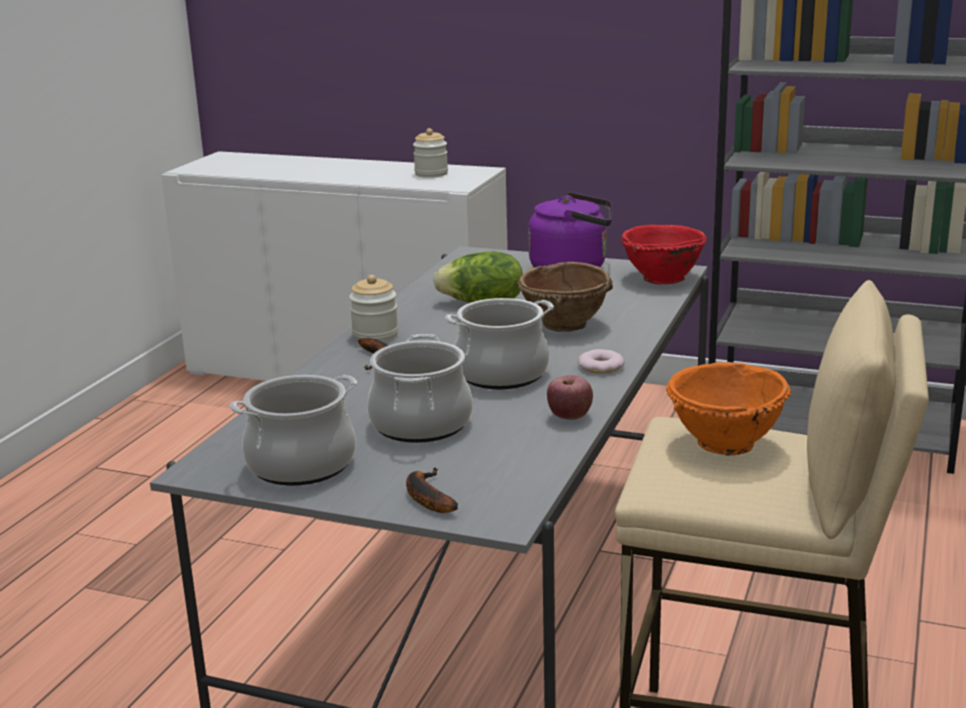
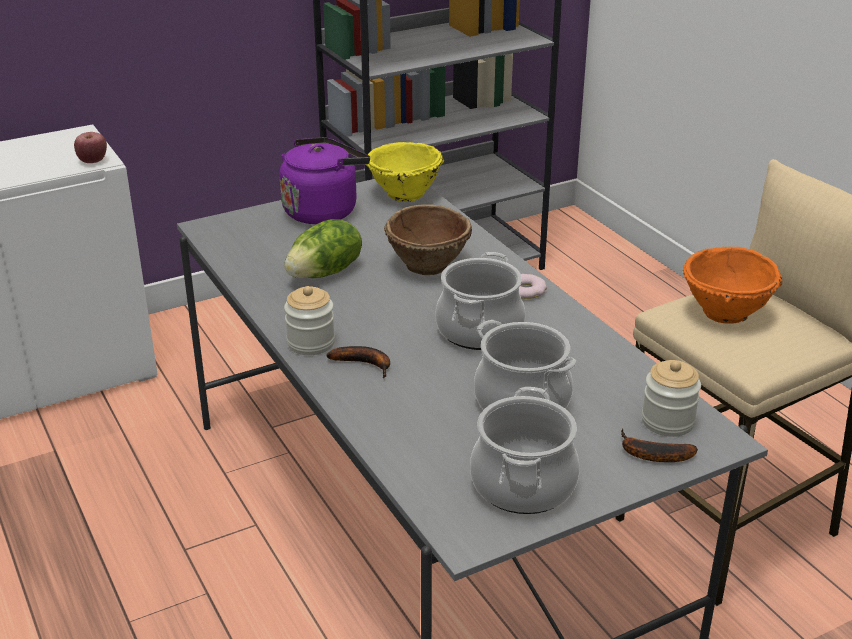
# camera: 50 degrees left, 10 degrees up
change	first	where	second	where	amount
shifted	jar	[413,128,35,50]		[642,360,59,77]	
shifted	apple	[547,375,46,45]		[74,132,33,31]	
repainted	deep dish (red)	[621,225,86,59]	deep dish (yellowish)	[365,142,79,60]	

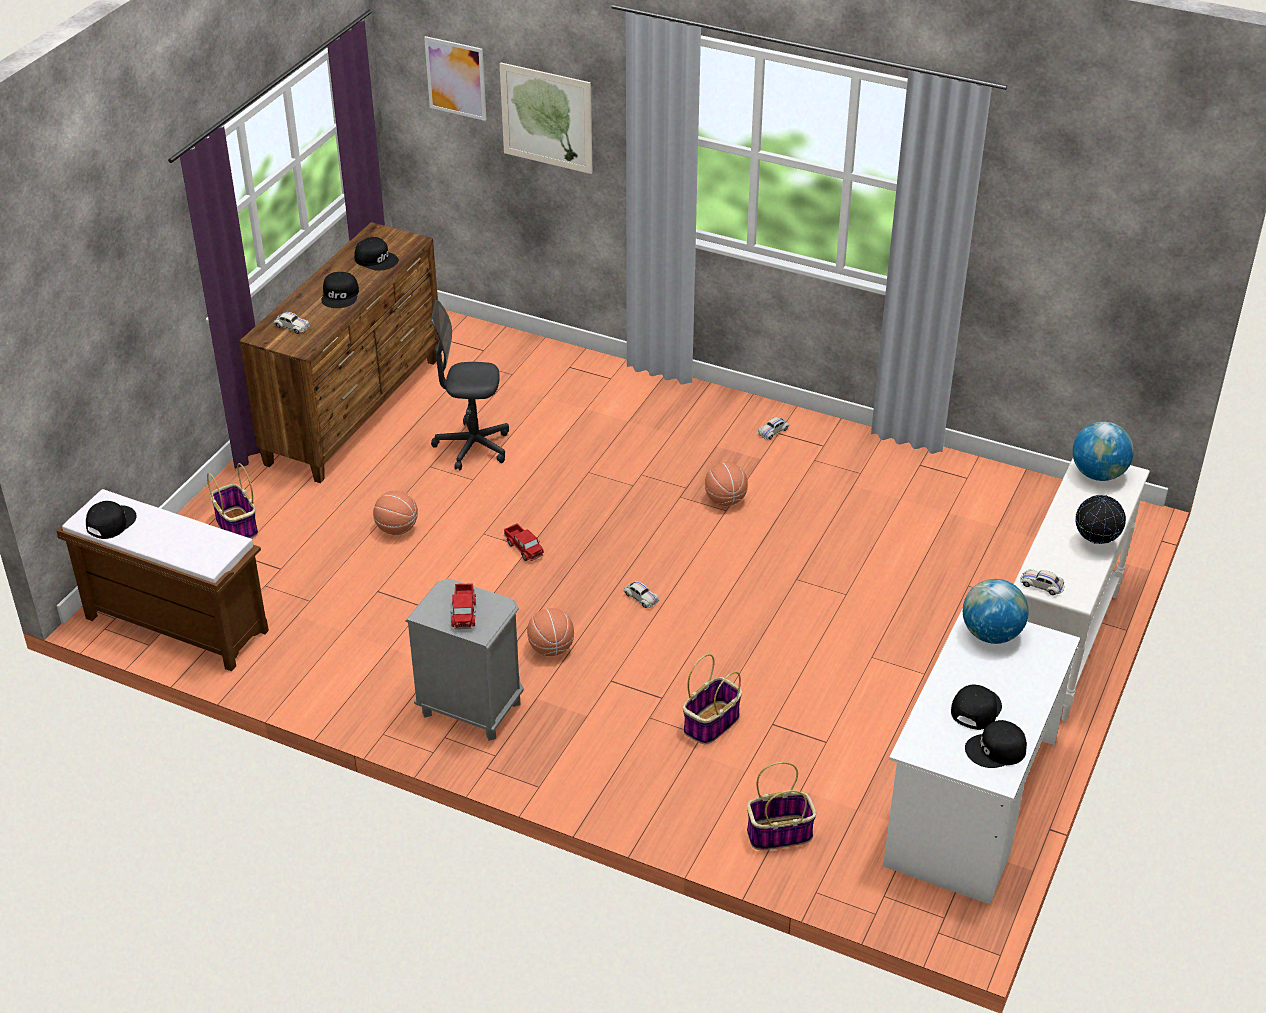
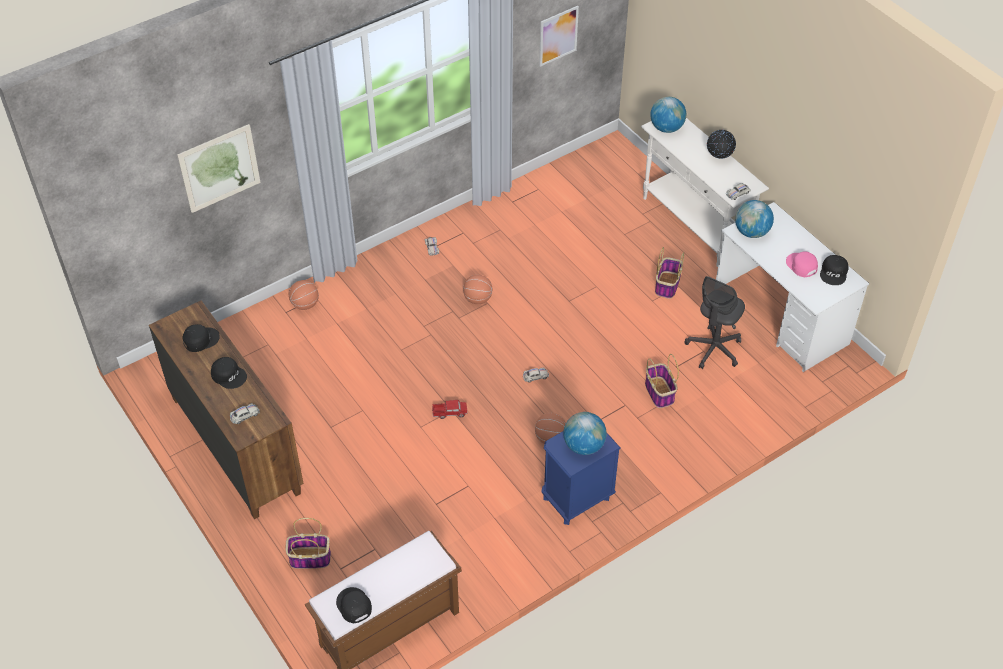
# camera: 60 degrees left, 10 degrees up
change	first	where	second	where	amount
shifted	basketball	[373,491,45,44]		[289,280,30,30]	
shifted	picture	[424,36,63,85]		[539,6,40,61]	
shifted	computer chair (greyish)	[431,300,78,171]		[685,276,60,93]	
shifted	storage basket	[747,762,70,88]		[655,247,29,52]	
swapped	toy lorry	[450,583,26,46]	world globe	[563,412,44,43]	
repainted	bedside table (greyish)	[405,579,119,162]	bedside table (blue-coloured)	[541,431,80,94]	
repainted	baseball cap (black-coloured)	[951,684,51,46]	baseball cap (pink-coloured)	[786,252,32,25]	

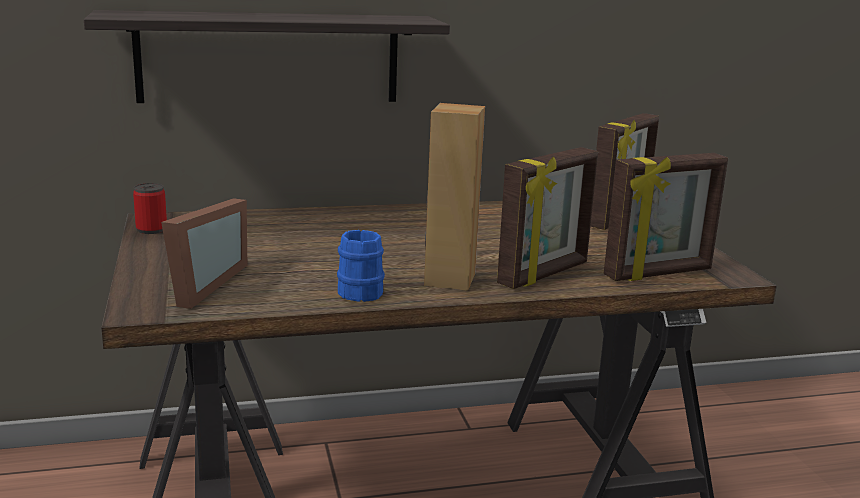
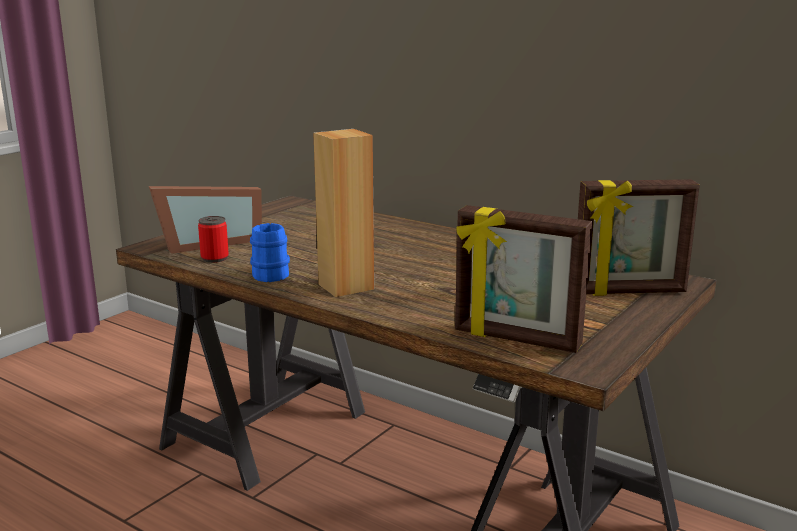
# camera: 50 degrees right, 0 degrees up
change	first	where	second	where	amount
gone	bracket shelf	[84,10,366,93]			
gone	photo frame	[497,147,101,142]			
shifted	can	[133,183,34,51]		[198,216,31,47]	

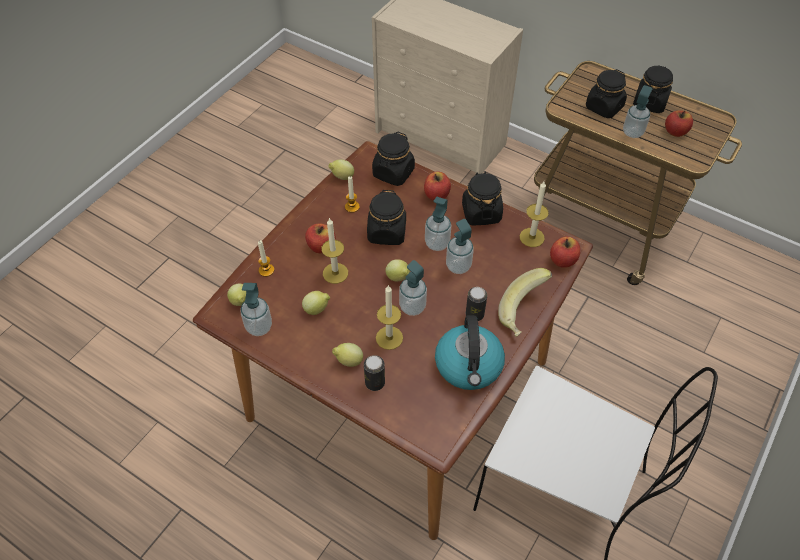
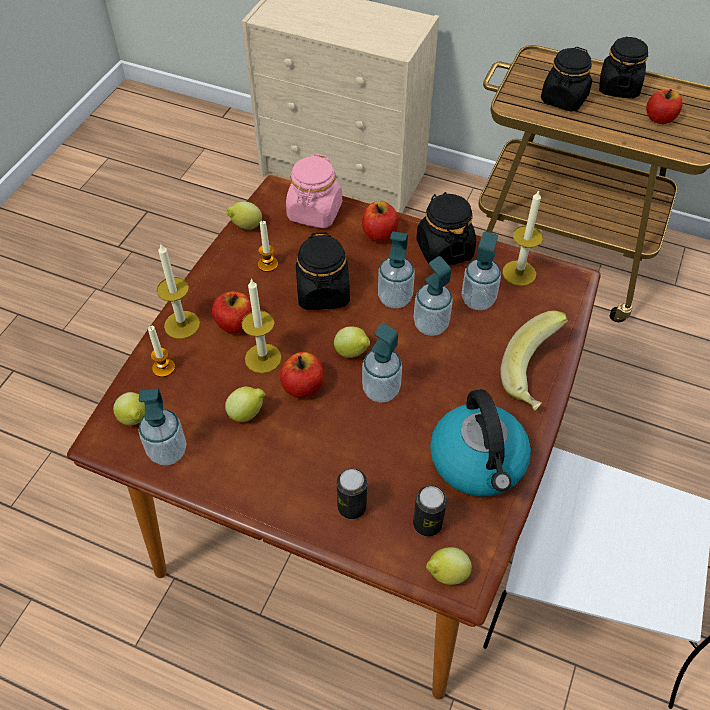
# camera: 10 degrees left, 0 degrees up
change	first	where	second	where	amount
shifted	lemon	[332,343,31,24]		[426,547,46,38]	
shifted	candle	[376,285,27,65]		[156,244,44,95]	
shifted	can	[466,287,21,34]		[413,485,34,52]	
shifted	apple	[550,237,30,31]		[280,352,44,46]	
shifted	liquid soap bottle	[623,85,29,53]		[462,232,39,78]	
repainted	jar (black-coloured)	[372,132,43,54]	jar (pink-coloured)	[286,154,56,74]	

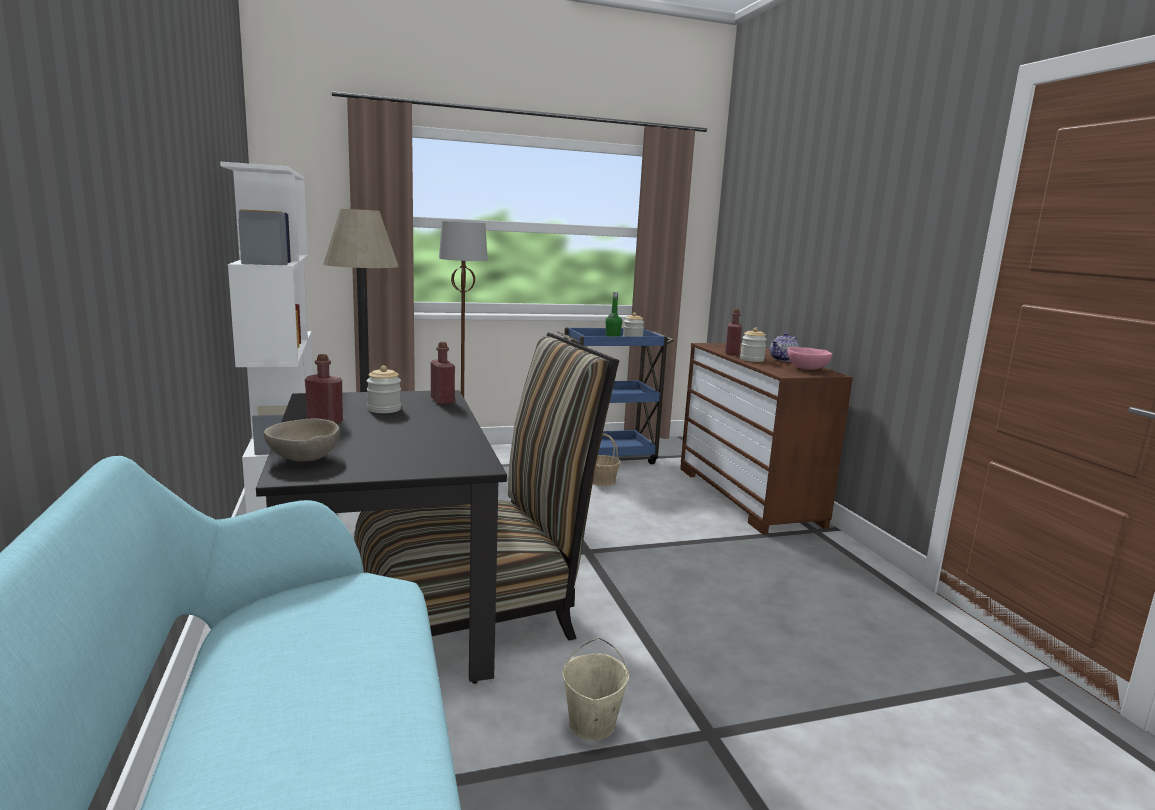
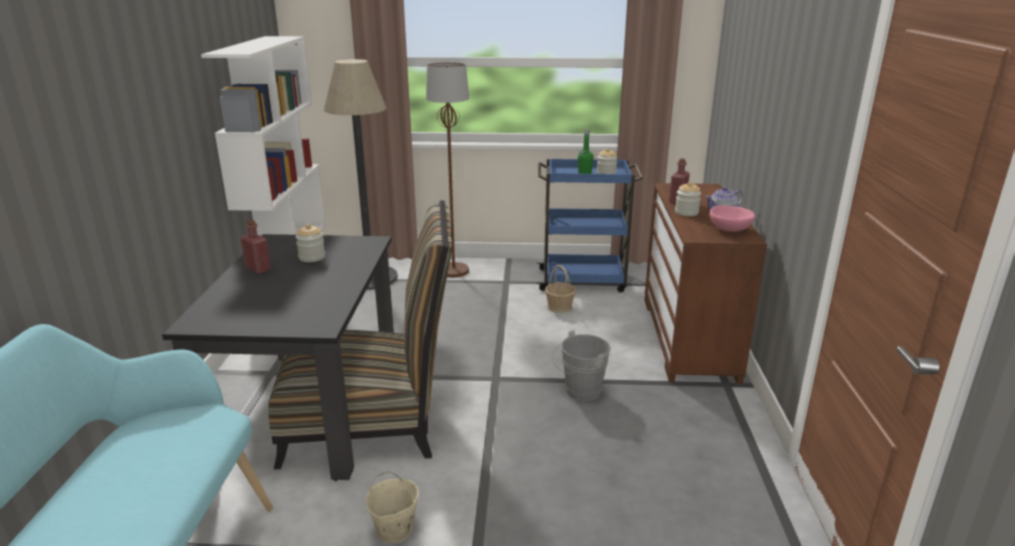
# camera: 20 degrees right, 10 degrees up
change	first	where	second	where	amount
gone	deep dish (beige-coloured)	[264,418,76,44]			
gone	drink bottle (red)	[431,342,24,63]			
new			water bucket (greyish)	[552,330,59,71]	

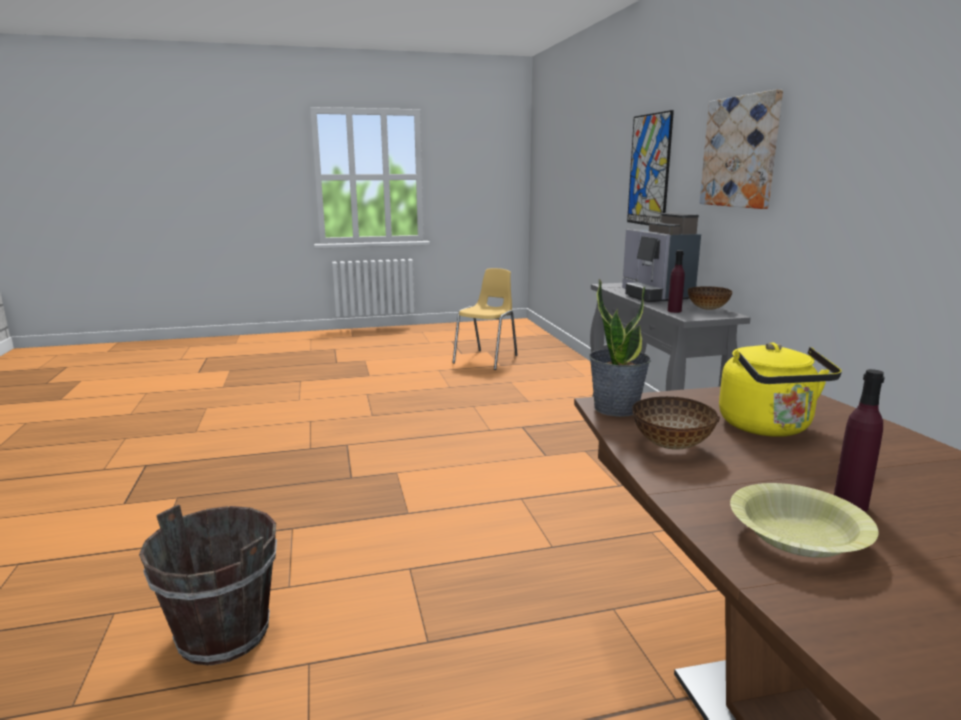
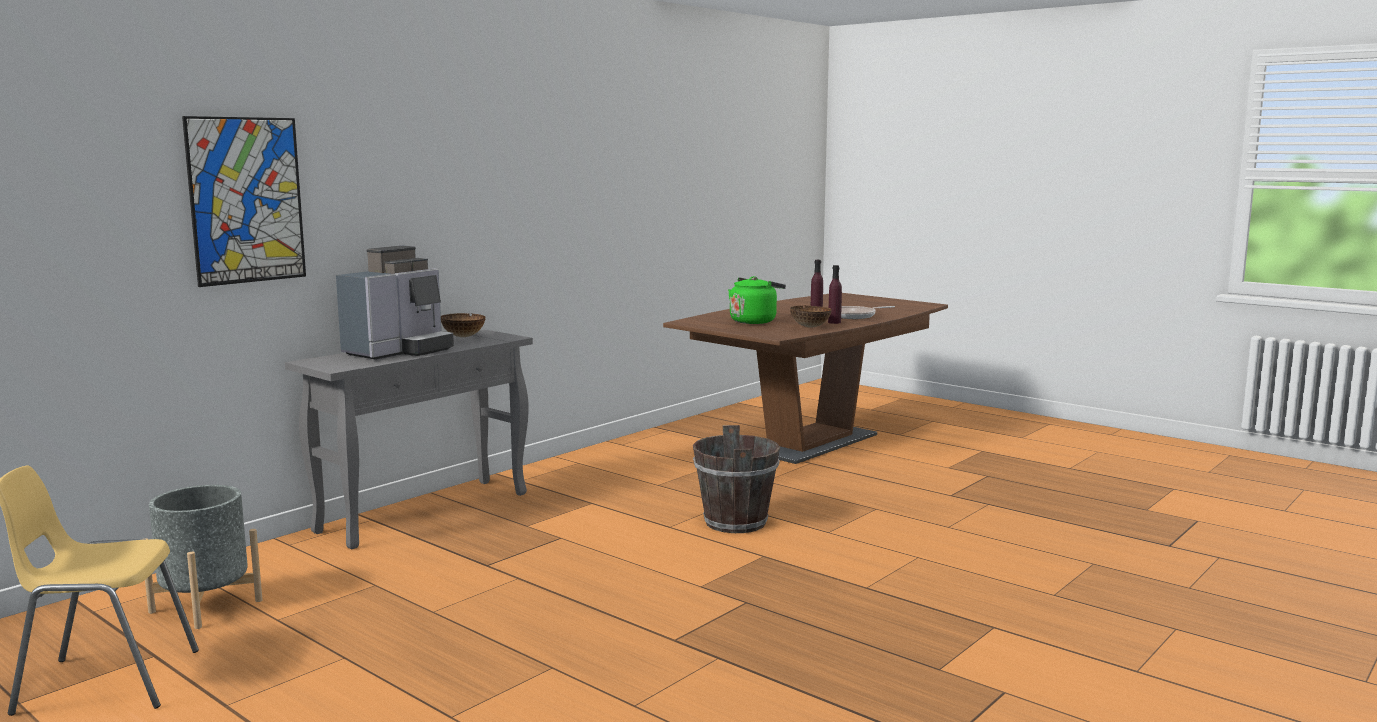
# camera: 125 degrees left, 5 degrees down
change	first	where	second	where	amount
gone	houseplant	[589,278,62,139]			
gone	picture	[699,89,84,120]			
new			planter (greyish)	[145,485,117,144]	
shifted	water bucket (brownish)	[139,504,138,161]		[693,425,87,108]	
shifted	drink bottle (purple-coloured)	[668,250,17,63]		[828,265,14,59]	
swapped	deep dish (yellowish)	[730,483,149,75]	skillet	[841,306,54,13]	
repainted	water kettle (yellowish)	[719,342,123,95]	water kettle (green)	[728,276,58,48]	

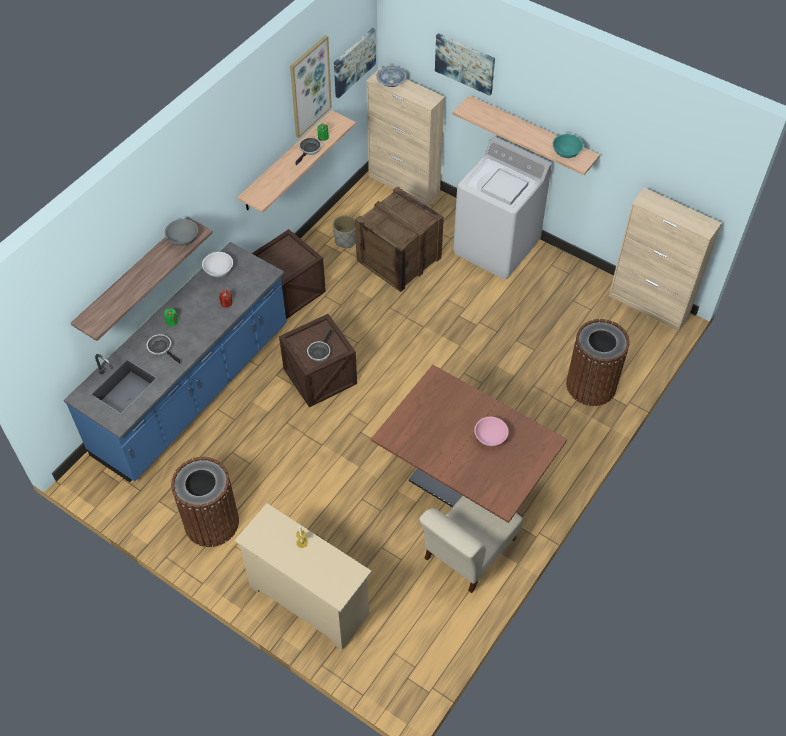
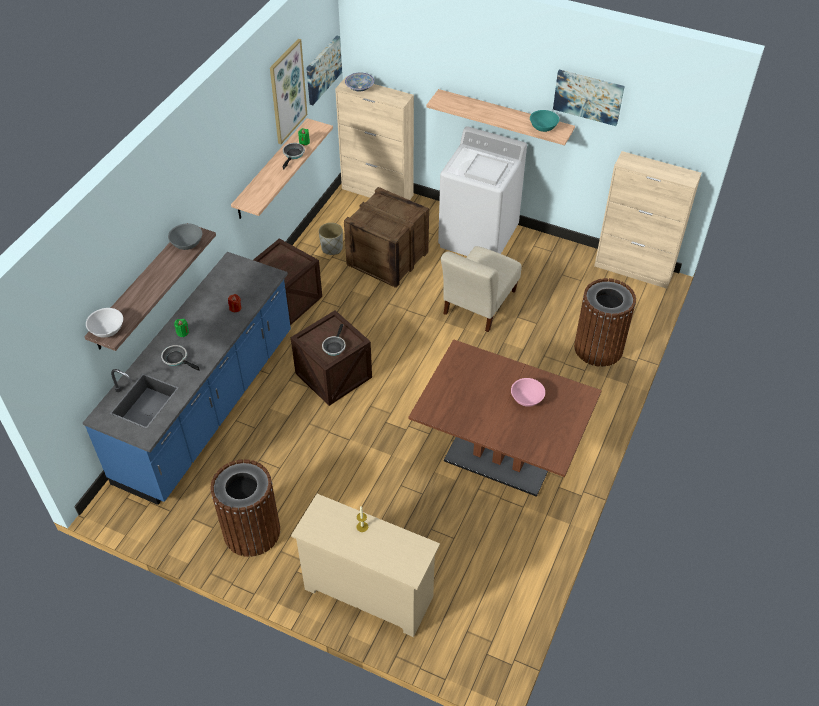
# camera: 10 degrees left, 5 degrees down
change	first	where	second	where	amount
shifted	deep dish (whitish)	[202,252,31,25]		[86,308,37,30]	
shifted	upright chair (beige-coloured)	[419,496,104,97]		[441,246,81,86]	
shifted	picture	[435,33,60,63]		[553,70,72,56]	

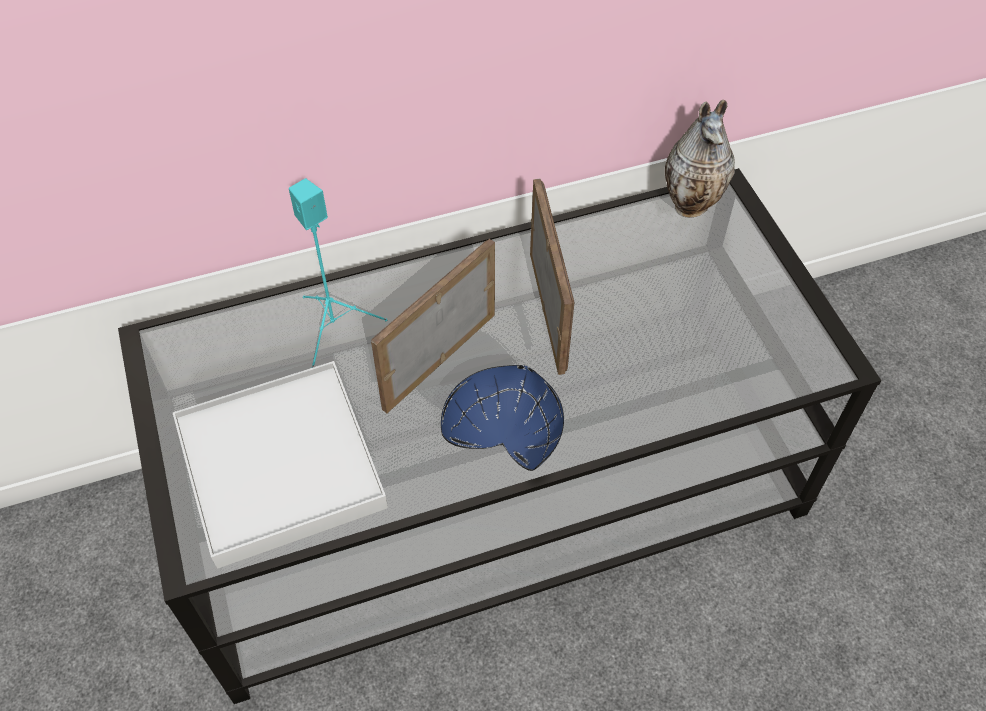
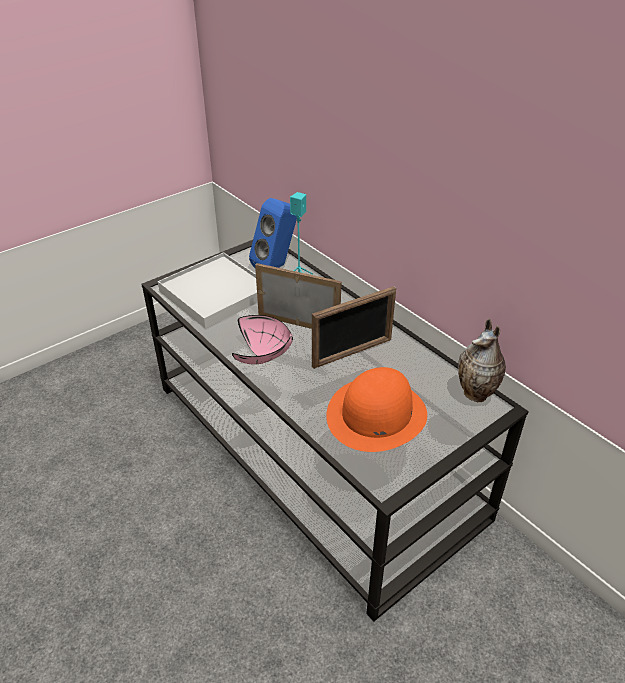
# camera: 70 degrees right, 15 degrees down
change	first	where	second	where	amount
new			speaker (blue-coloured)	[249,198,48,70]	
new			wearable hat (orangey)	[326,367,101,85]	
repainted	deep dish (blue-coloured)	[441,365,123,106]	deep dish (pink-coloured)	[232,315,61,49]	

